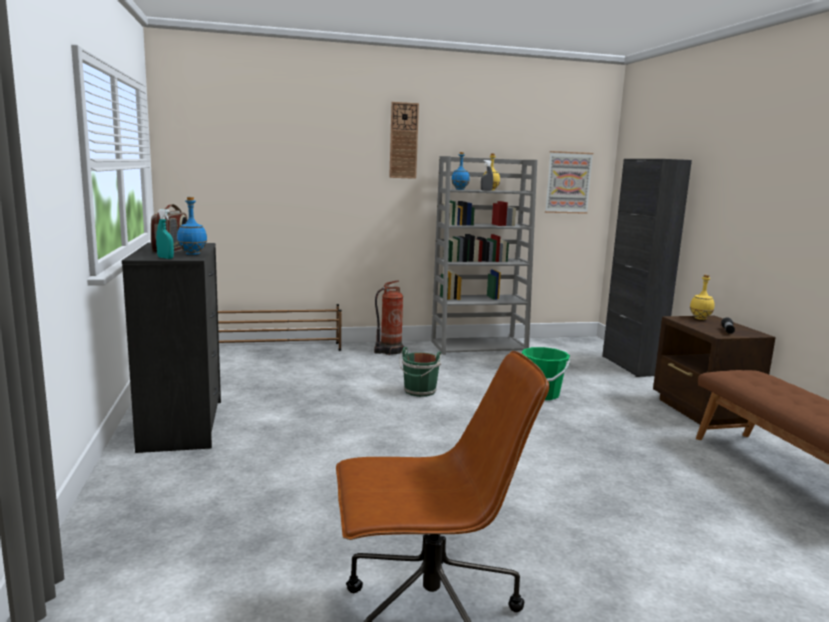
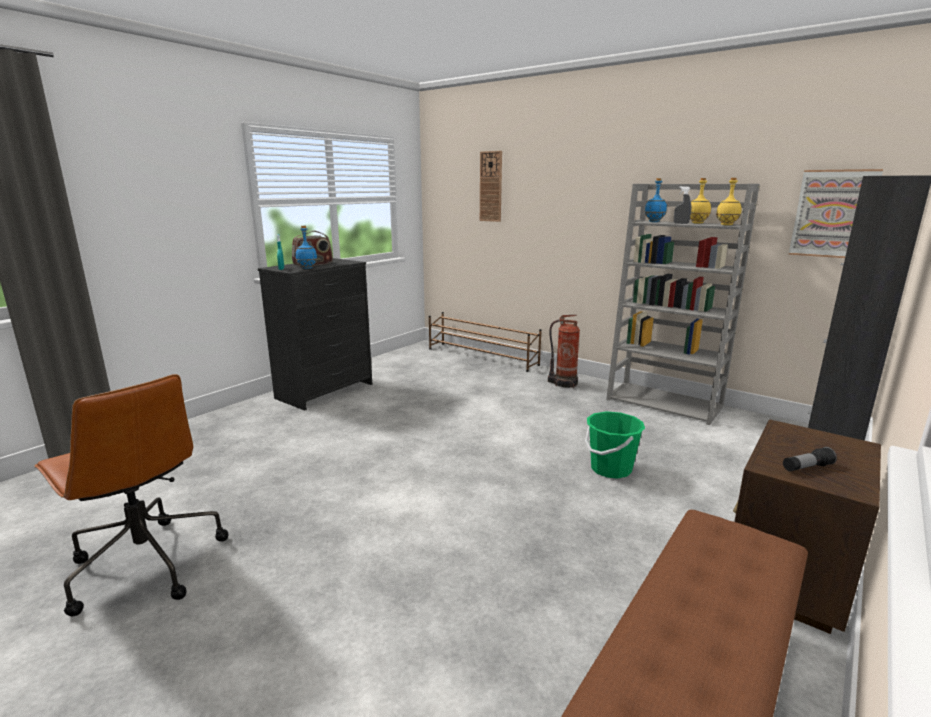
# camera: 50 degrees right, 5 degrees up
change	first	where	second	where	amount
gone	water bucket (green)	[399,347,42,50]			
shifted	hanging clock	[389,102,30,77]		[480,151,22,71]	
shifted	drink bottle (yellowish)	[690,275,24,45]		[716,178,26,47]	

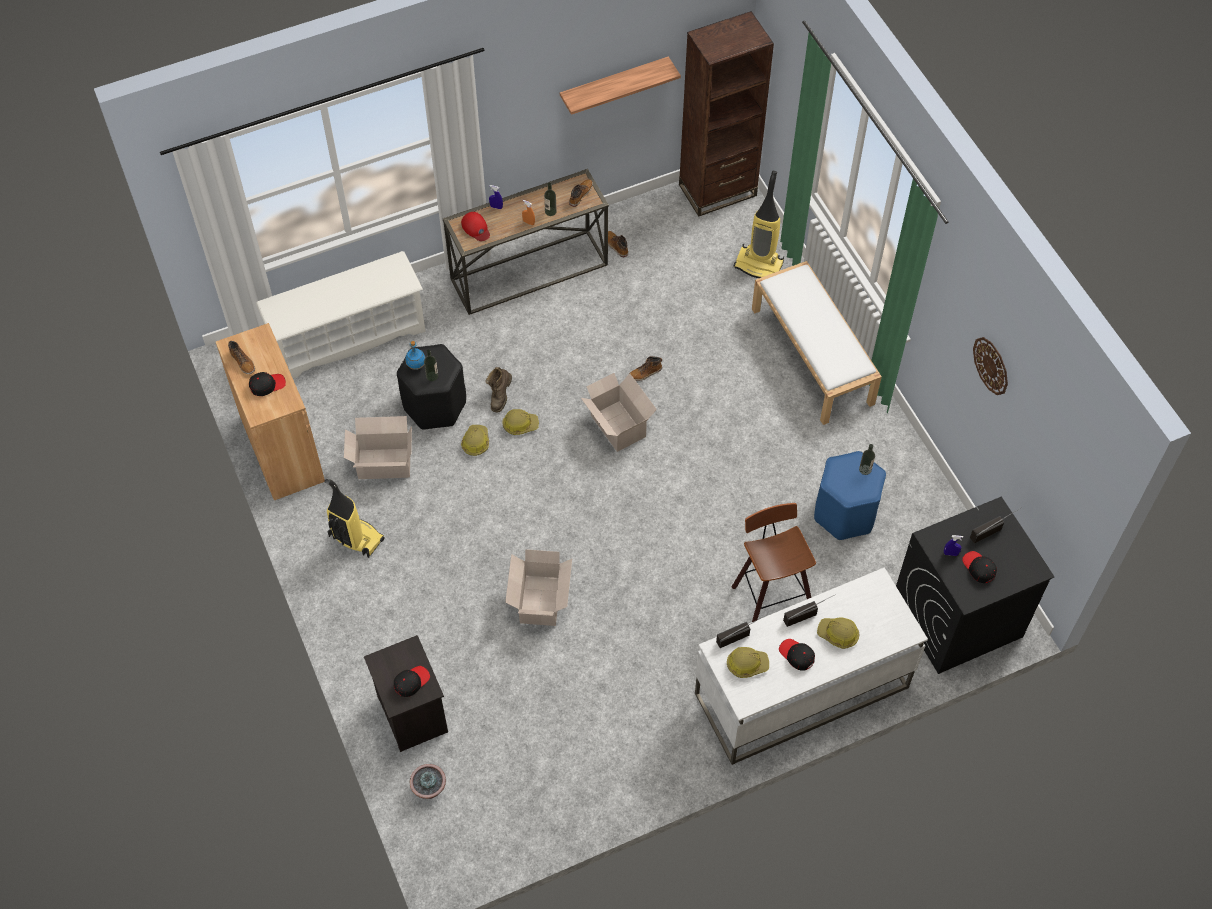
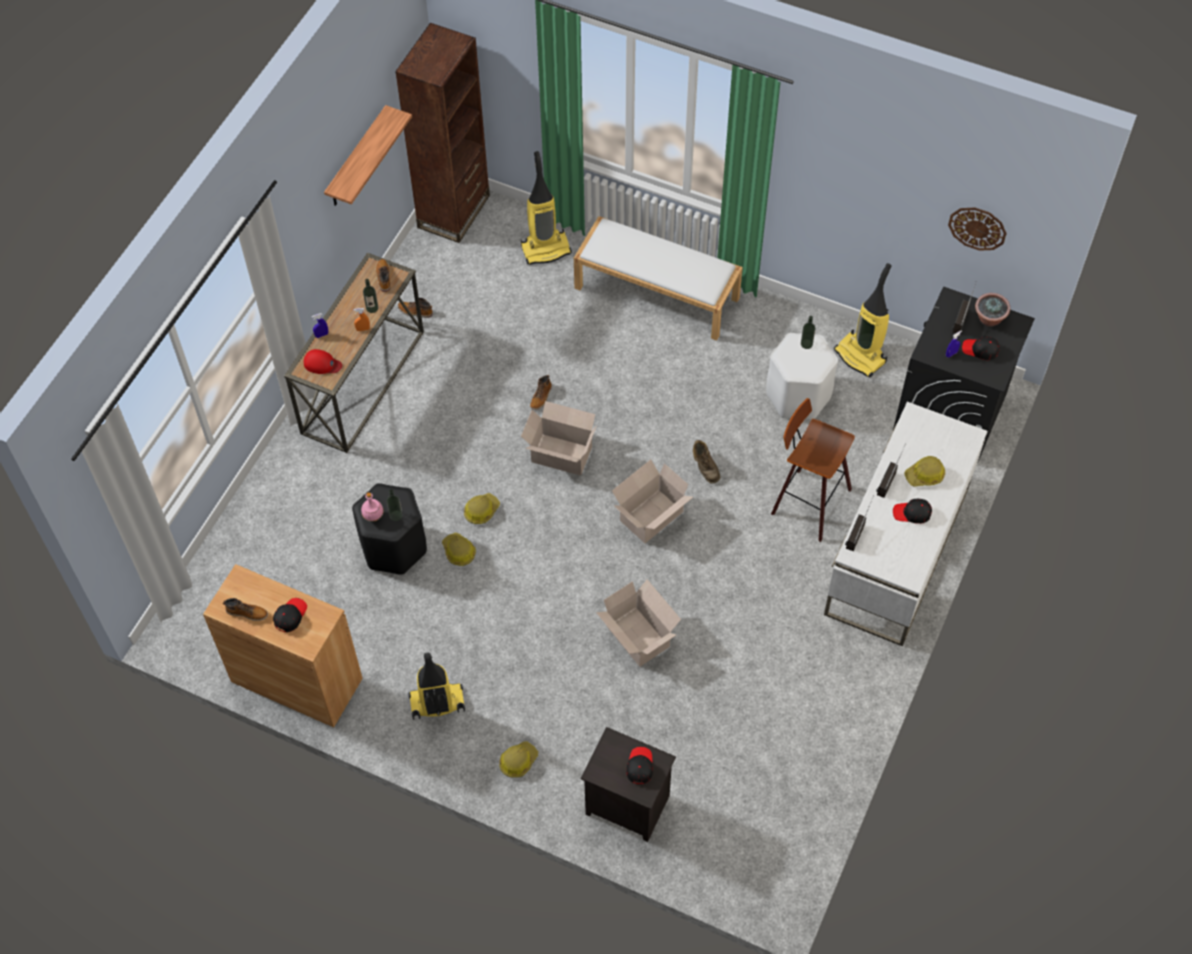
# camera: 40 degrees left, 0 degrees up
change	first	where	second	where	amount
gone	shoe rack (whitish)	[256,251,170,127]			
new			hoover	[834,263,58,115]	
shifted	carton	[344,416,68,63]		[612,459,81,84]	
shifted	houseplant	[410,764,36,35]		[975,293,36,34]	
shifted	boot (brownish)	[485,367,27,45]		[693,440,27,43]	
shifted	safety helmet	[727,647,42,31]		[499,741,39,36]	
shifted	hanging clock	[973,337,35,58]		[948,207,59,44]	
repainted	drink bottle (blue-coloured)	[405,341,20,29]	drink bottle (pink-coloured)	[361,492,23,30]	
repainted	stool (blue-coloured)	[814,451,72,89]	stool (whitish)	[766,333,72,87]	

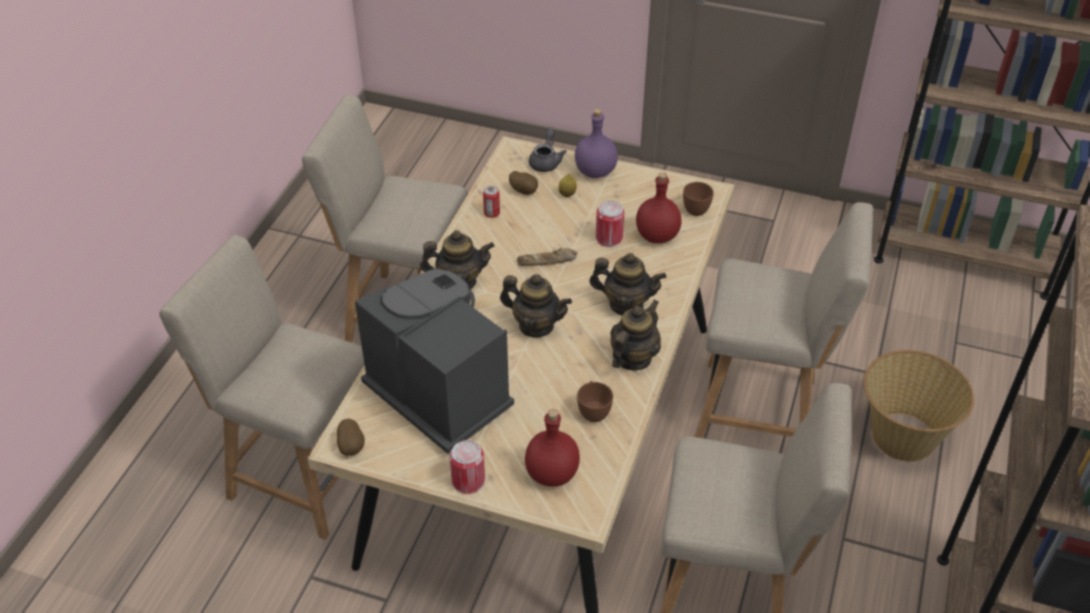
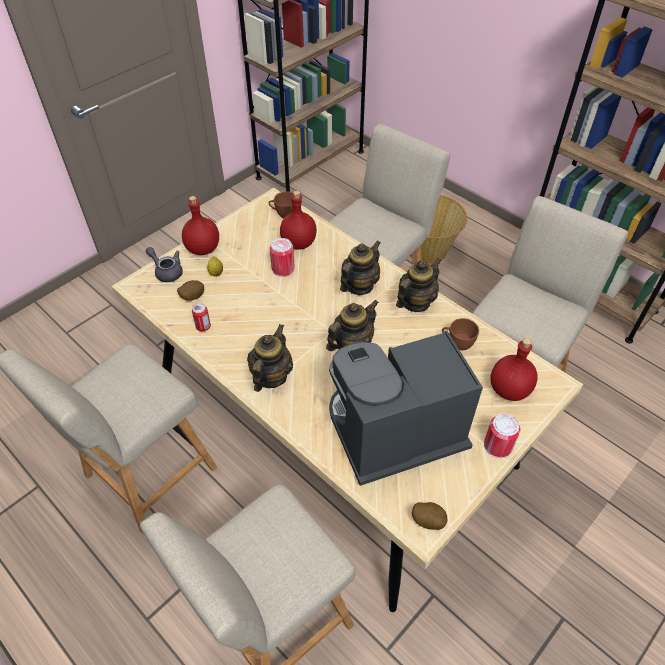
# camera: 65 degrees left, 5 degrees up
change	first	where	second	where	amount
gone	bakery bread	[517,248,61,18]			
repainted	drink bottle (purple-coloured)	[575,109,43,69]	drink bottle (red)	[182,196,37,59]	
rotated	tea pot	[610,300,51,71]		[396,258,46,54]	75 degrees clockwise

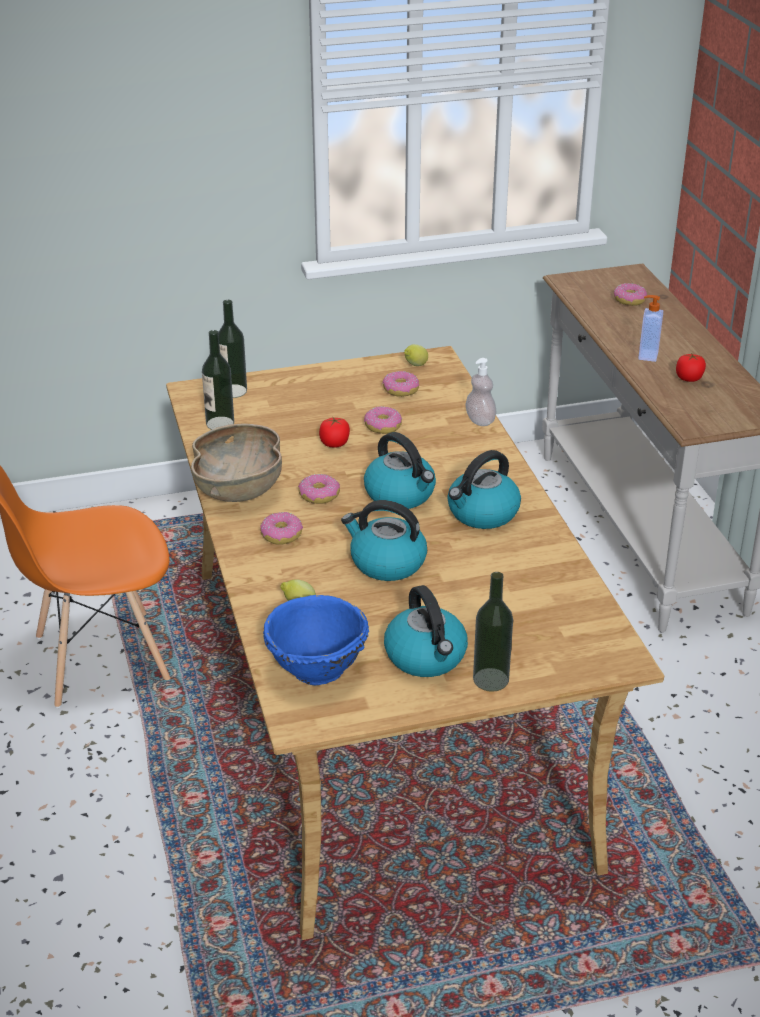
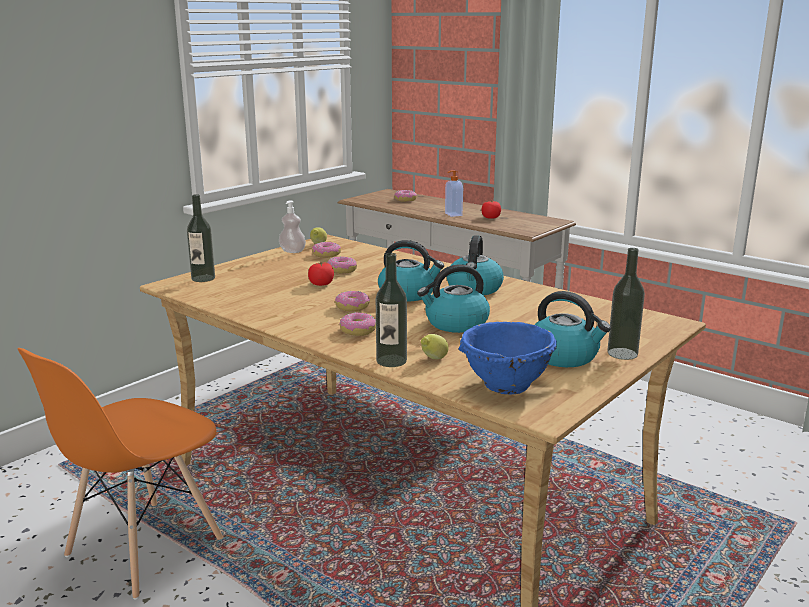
# camera: 35 degrees left, 15 degrees down
change	first	where	second	where	amount
gone	deep dish (brownish)	[191,423,91,79]			
shifted	drink bottle	[202,330,32,100]		[376,253,31,114]	
shifted	liquid soap bottle	[465,358,32,68]		[279,201,27,52]	

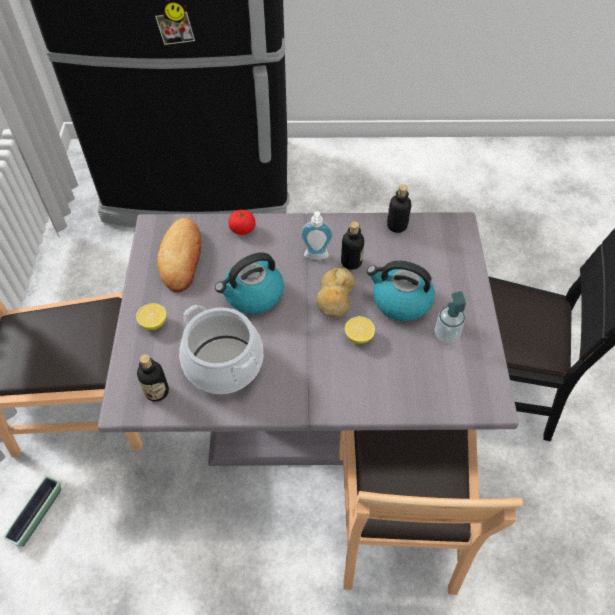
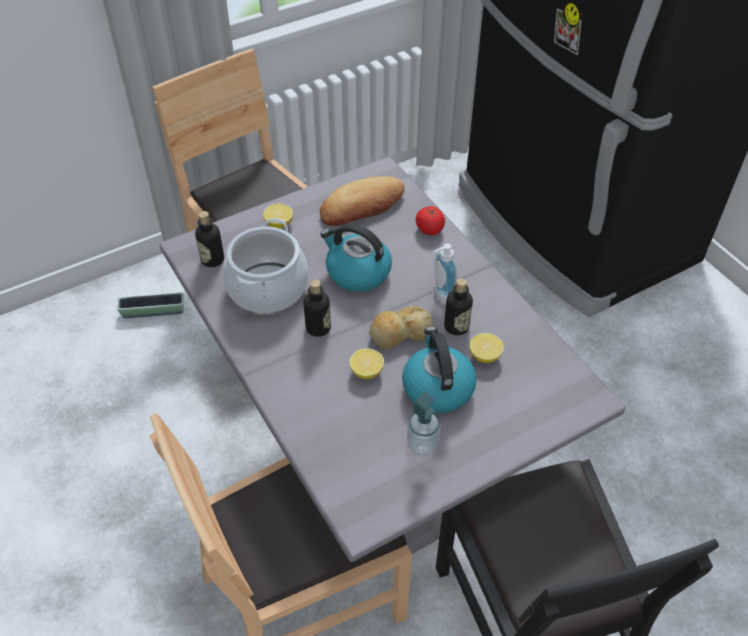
# camera: 60 degrees right, 5 degrees down
change	first	where	second	where	amount
new			lemon	[469,333,35,30]	
shifted	drink bottle	[387,185,25,48]		[303,279,28,58]	

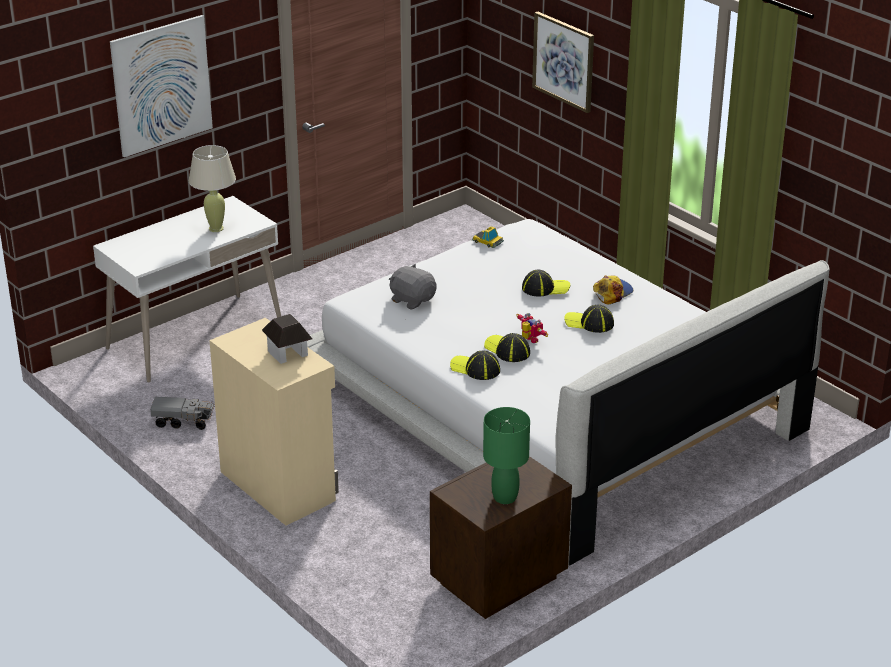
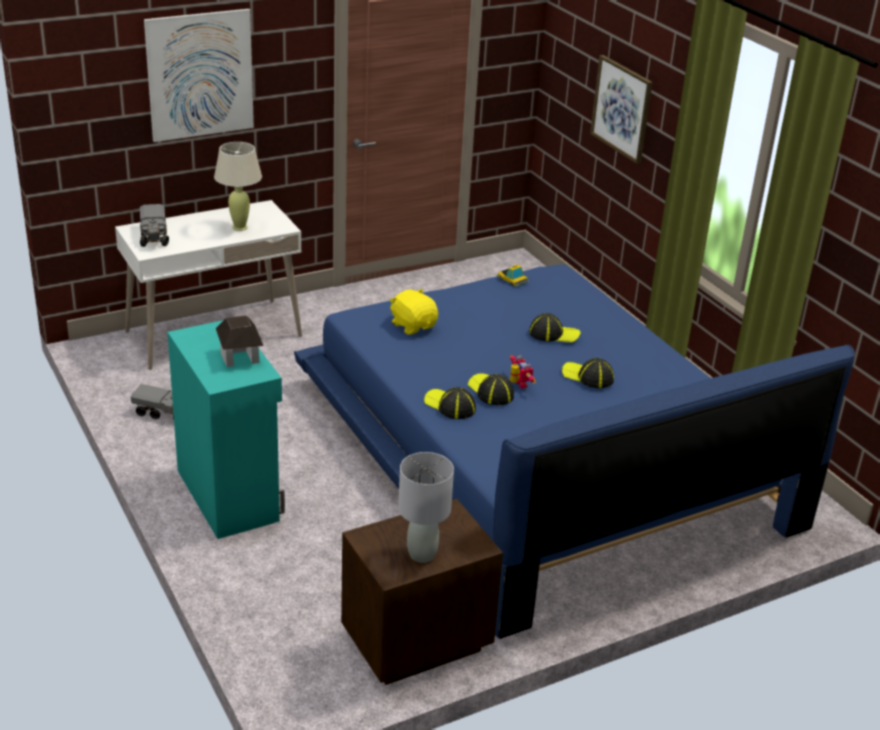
# camera: 10 degrees right, 0 degrees up
change	first	where	second	where	amount
gone	baseball cap	[593,275,40,29]			
new			toy lorry	[140,204,29,43]	
repainted	storage cabinet (beige-coloured)	[209,318,130,208]	storage cabinet (turquoise-coloured)	[167,320,118,219]	
repainted	sleeping bed (whitish)	[307,219,523,347]	sleeping bed (blue-coloured)	[294,264,561,375]	
repainted	plush toy (greyish)	[389,264,48,46]	plush toy (yellowish)	[389,289,49,46]	
repainted	table lamp (green)	[483,407,47,97]	table lamp (greyish)	[398,452,56,111]	

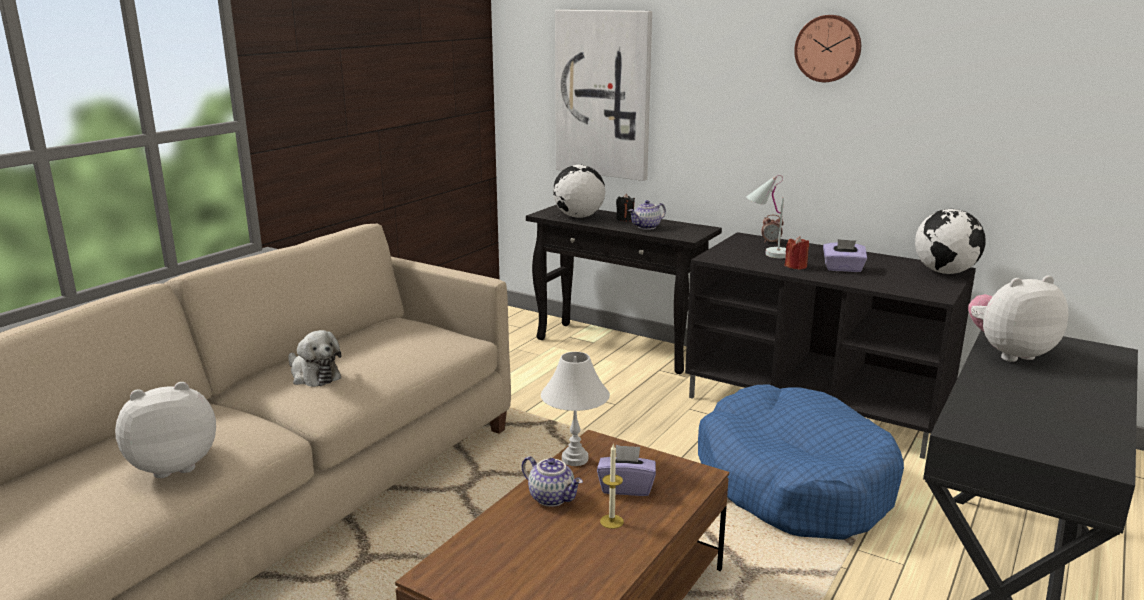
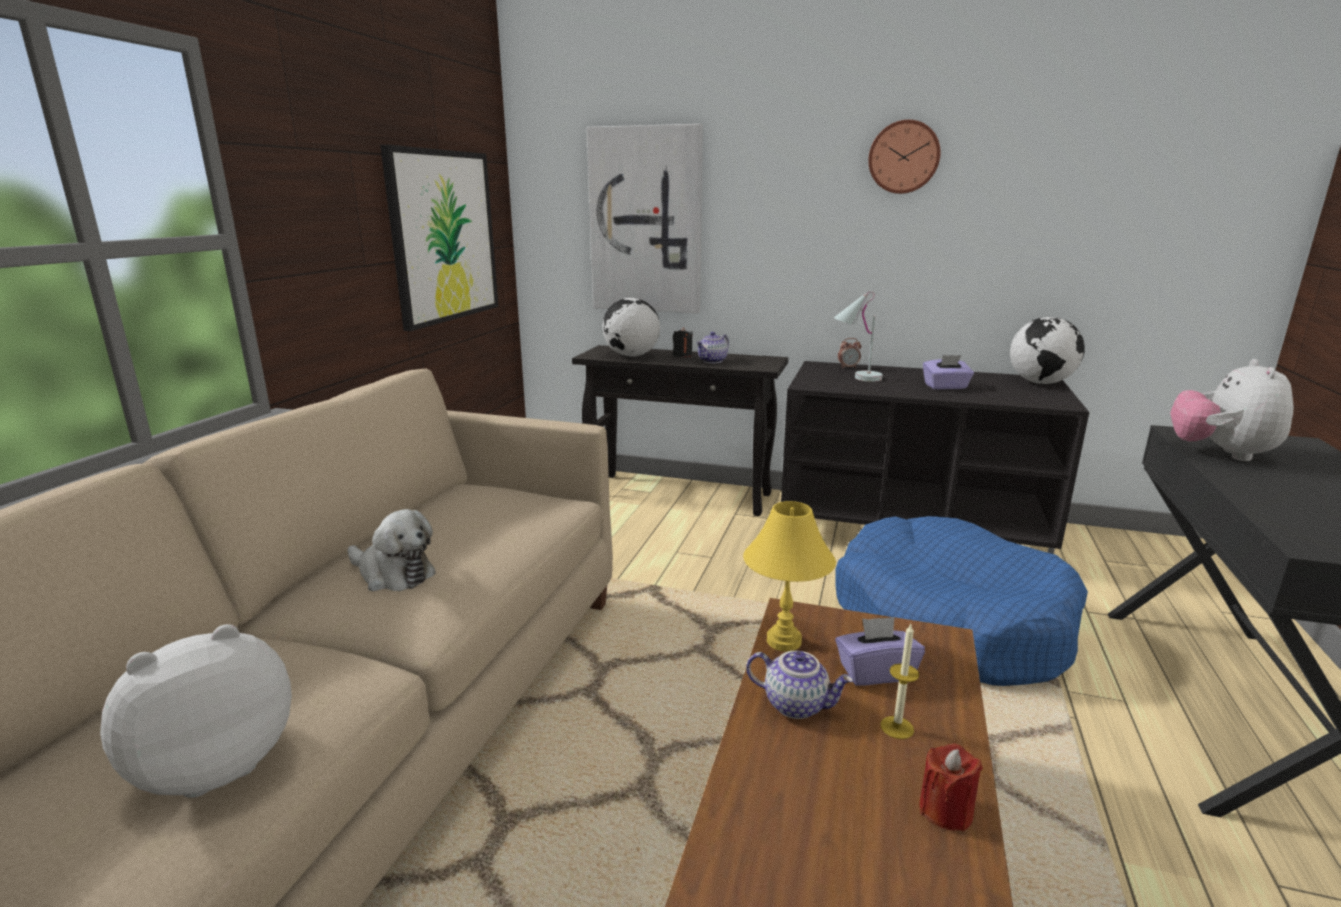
# camera: 15 degrees left, 0 degrees up
change	first	where	second	where	amount
new			picture	[380,145,119,186]	
shifted	candle (red)	[785,236,24,34]		[919,743,64,89]	
repainted	table lamp (whitish)	[541,352,69,114]	table lamp (yellowish)	[743,501,93,151]	
rotated	plush toy	[968,275,100,87]		[1170,359,124,102]	45 degrees counterclockwise

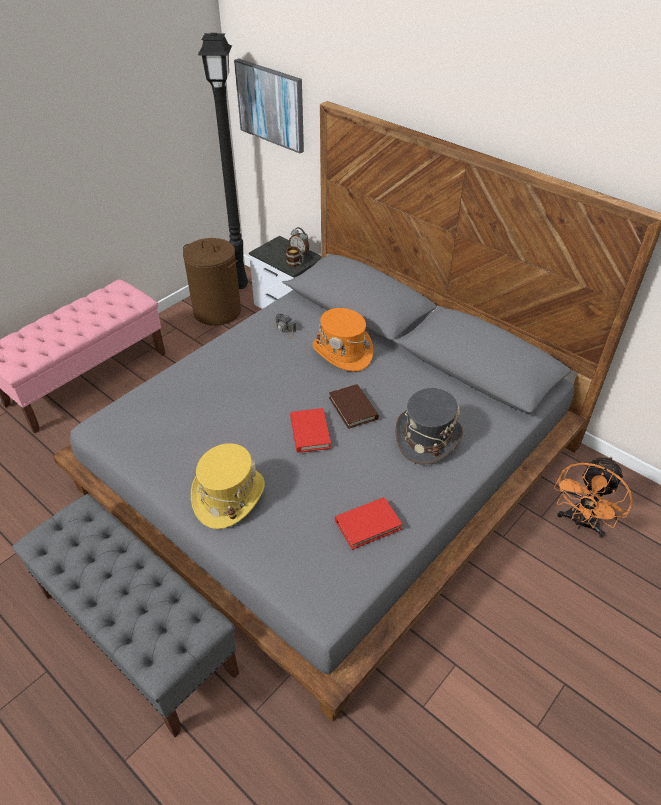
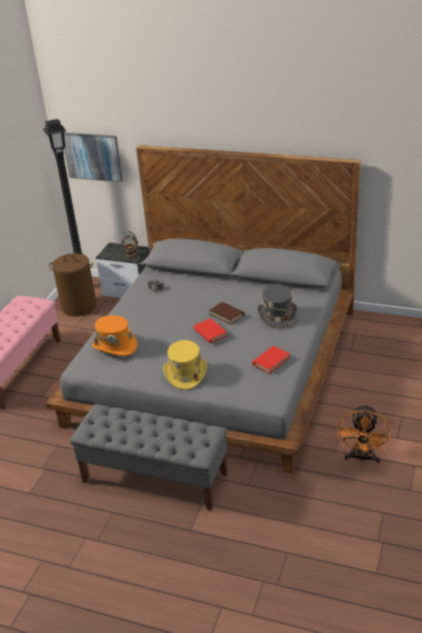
# camera: 20 degrees left, 10 degrees down
change	first	where	second	where	amount
shifted	wearable hat (orangey)	[313,308,60,64]		[92,315,45,41]	
shifted	cooling fan (orangey)	[554,457,79,81]		[337,404,53,59]	

